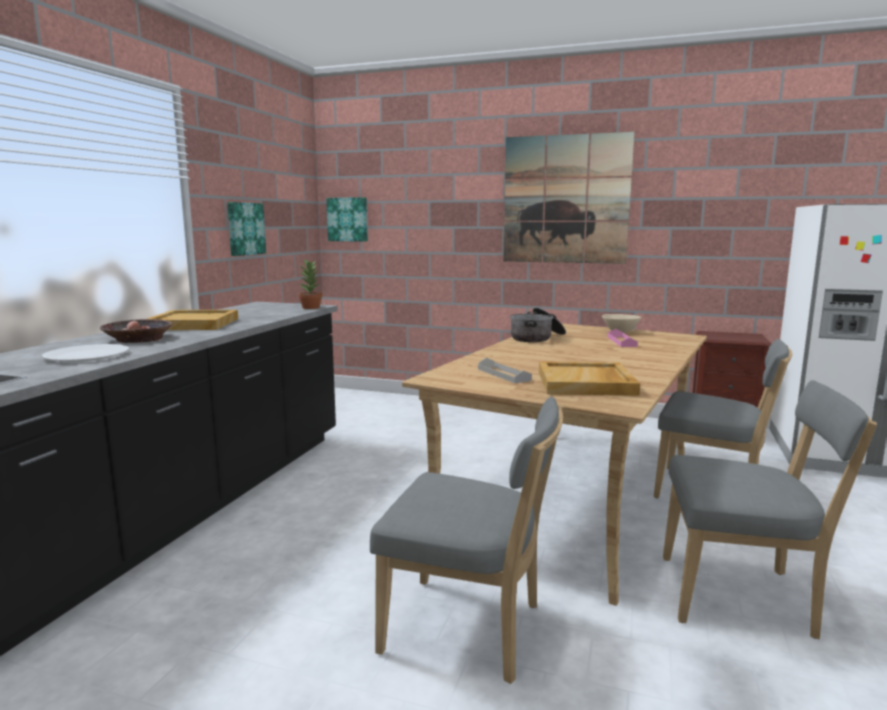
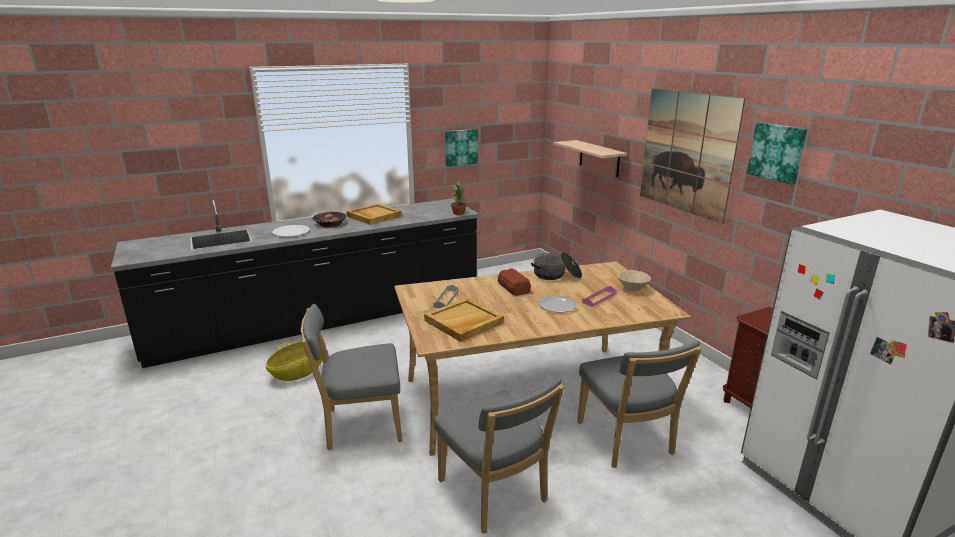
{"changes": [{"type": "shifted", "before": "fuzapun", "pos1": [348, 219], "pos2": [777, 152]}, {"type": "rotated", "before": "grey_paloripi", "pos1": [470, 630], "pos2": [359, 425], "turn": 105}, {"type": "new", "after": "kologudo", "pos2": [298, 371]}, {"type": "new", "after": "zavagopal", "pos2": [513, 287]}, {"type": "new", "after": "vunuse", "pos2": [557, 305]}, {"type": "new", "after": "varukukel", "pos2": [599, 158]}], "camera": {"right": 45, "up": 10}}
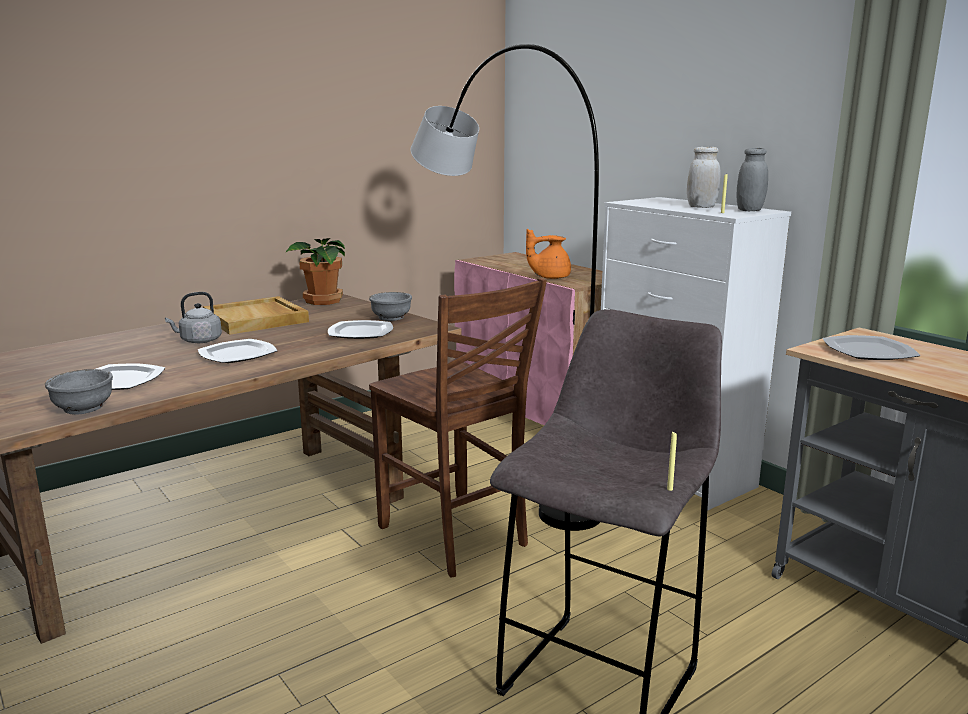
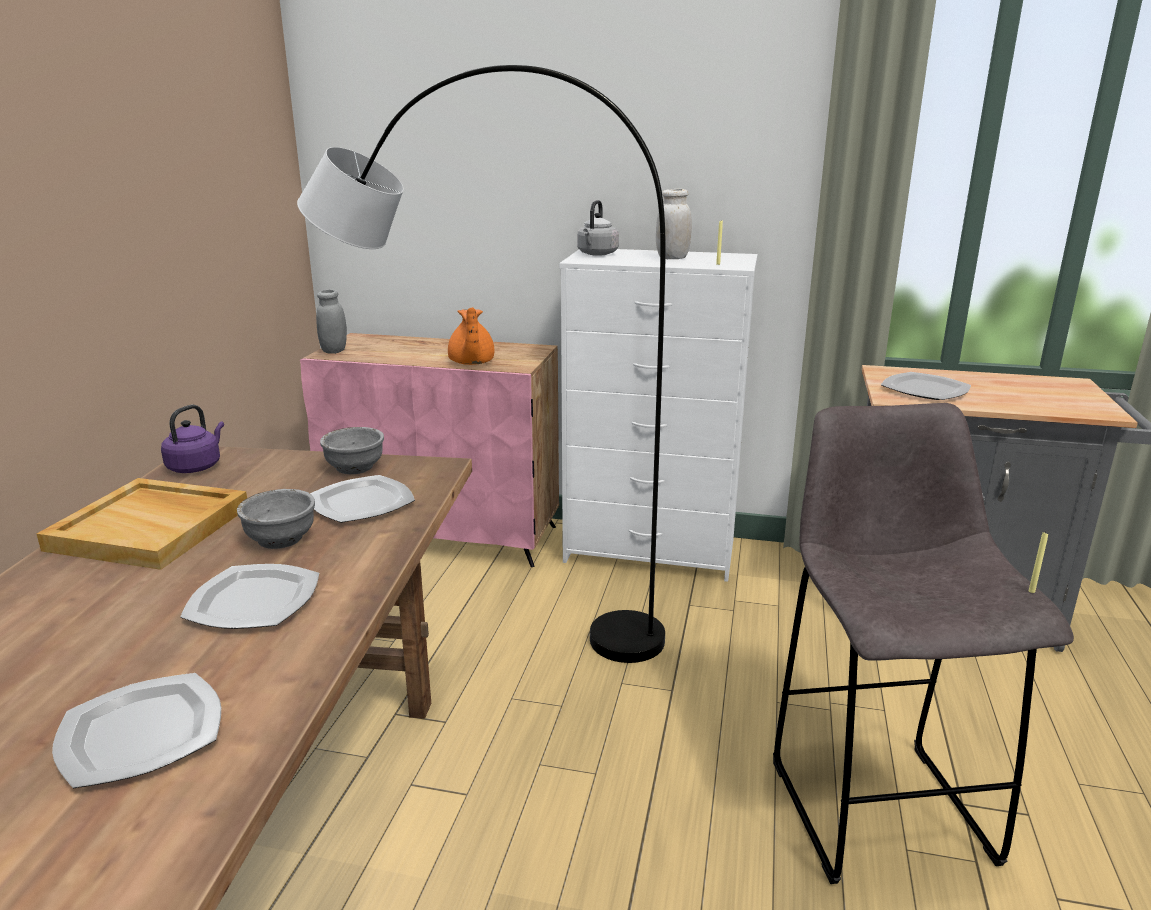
{"changes": [{"type": "shifted", "before": "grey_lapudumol", "pos1": [84, 408], "pos2": [281, 538]}, {"type": "shifted", "before": "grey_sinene", "pos1": [198, 341], "pos2": [596, 254]}, {"type": "swapped", "before": "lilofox", "after": "purple_sinene", "pos1": [322, 301], "pos2": [196, 466]}, {"type": "gone", "before": "brown_paloripi", "pos1": [455, 537]}, {"type": "rotated", "before": "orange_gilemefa", "pos1": [549, 277], "pos2": [471, 363], "turn": -45}, {"type": "shifted", "before": "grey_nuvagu", "pos1": [750, 210], "pos2": [334, 351]}], "camera": {"right": -40, "up": 5}}
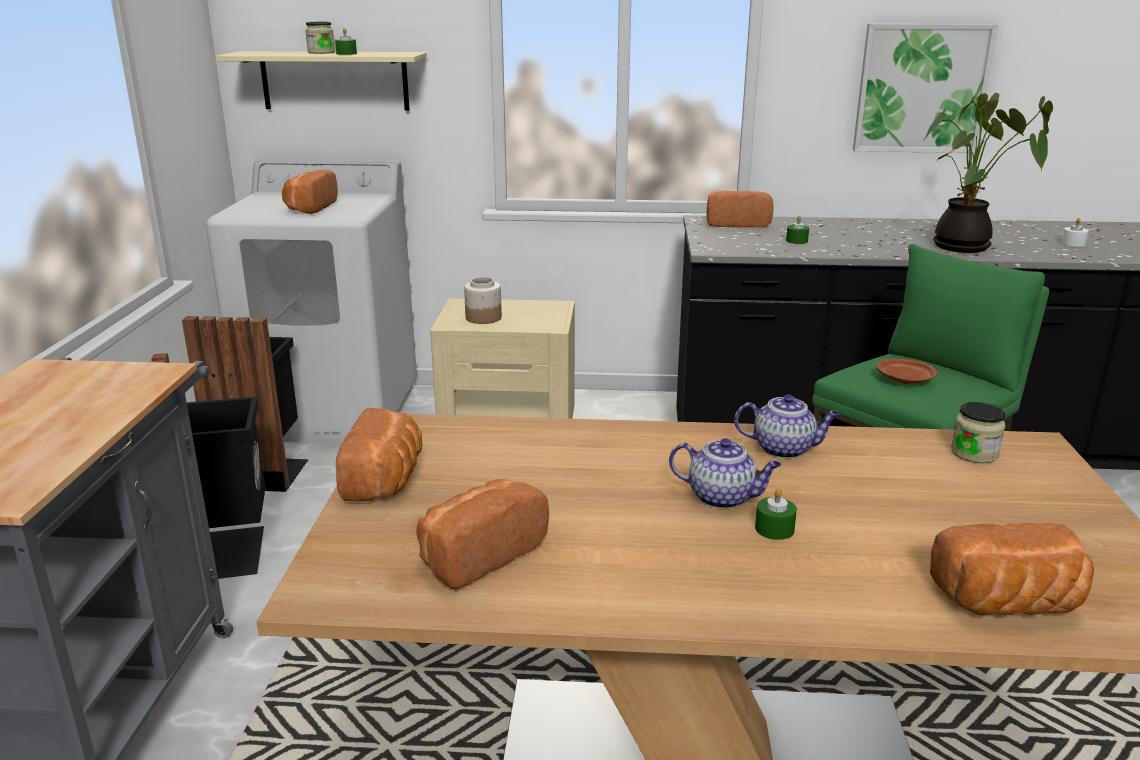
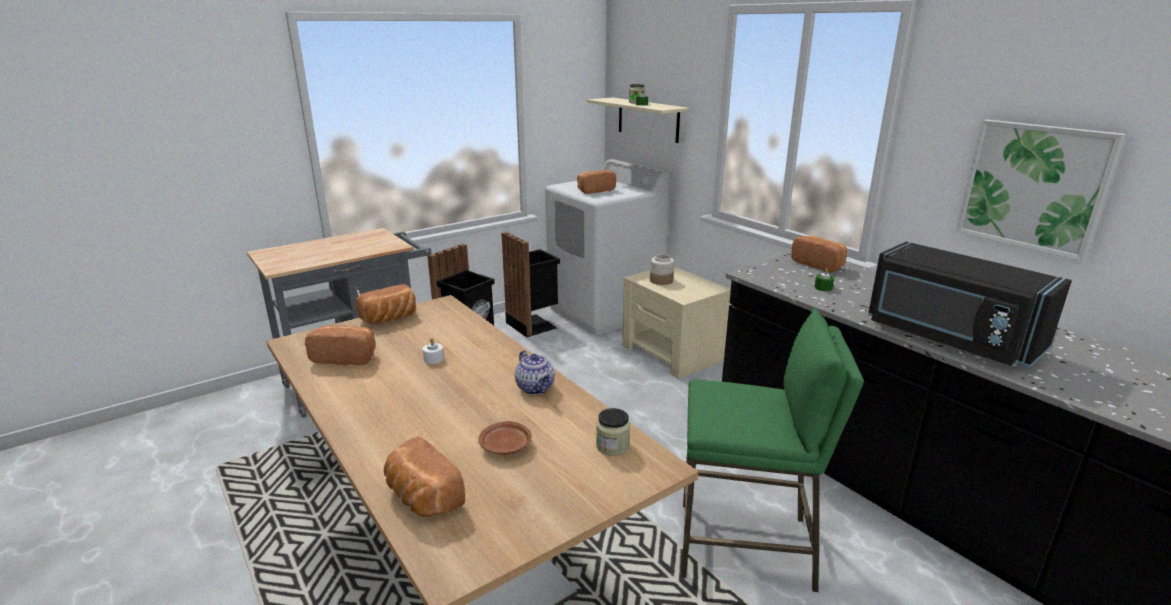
{"changes": [{"type": "gone", "before": "gilemefa", "pos1": [723, 497]}, {"type": "gone", "before": "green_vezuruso", "pos1": [774, 529]}, {"type": "shifted", "before": "brown_vunuse", "pos1": [905, 380], "pos2": [505, 446]}, {"type": "swapped", "before": "lilofox", "after": "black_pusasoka", "pos1": [966, 248], "pos2": [949, 338]}, {"type": "shifted", "before": "white_vezuruso", "pos1": [1073, 243], "pos2": [433, 359]}], "camera": {"right": 50, "up": 0}}
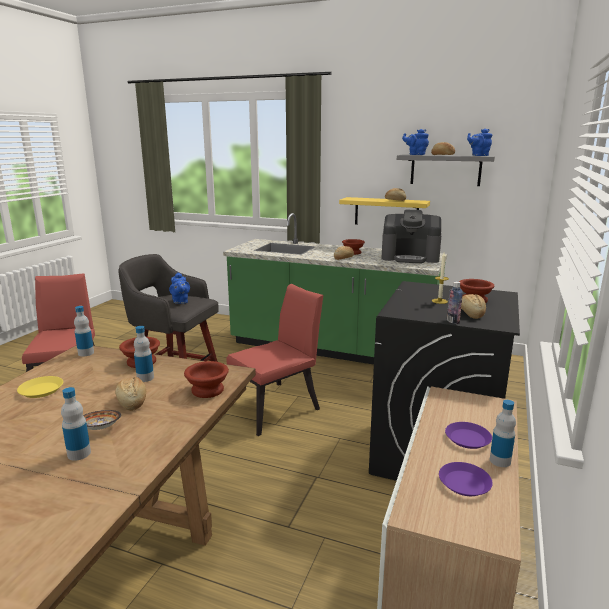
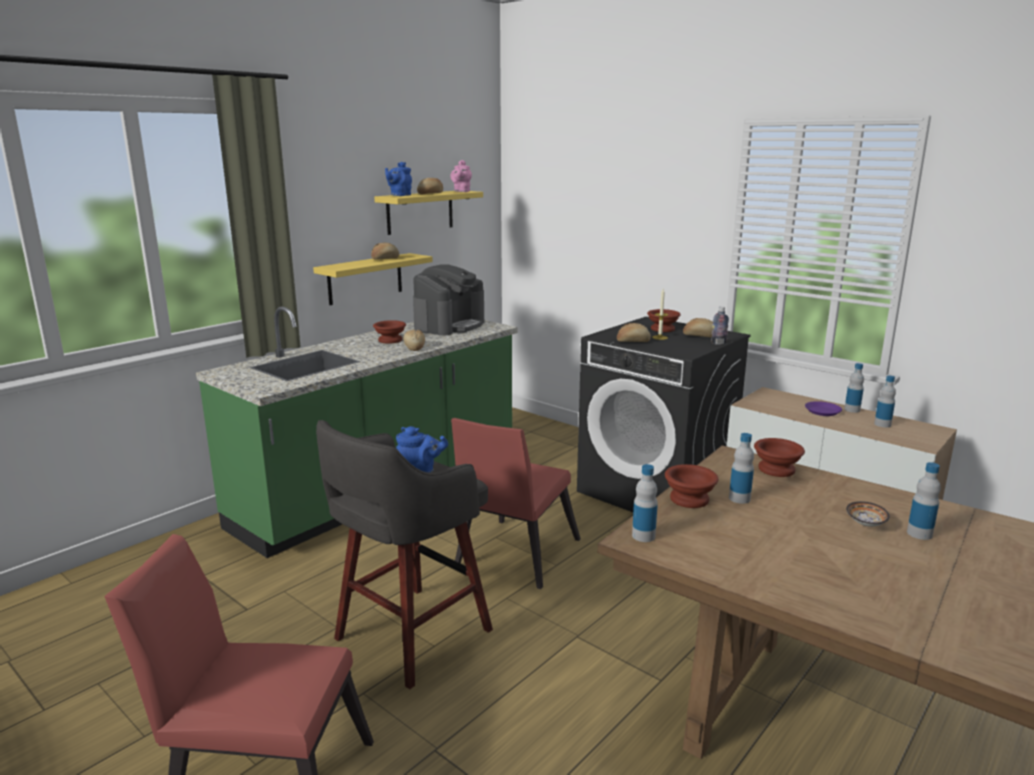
{"changes": [{"type": "gone", "before": "yellow_vunuse", "pos1": [41, 390]}, {"type": "shifted", "before": "zavagopal", "pos1": [132, 401], "pos2": [633, 341]}, {"type": "rotated", "before": "red_paloripi", "pos1": [276, 406], "pos2": [513, 557], "turn": -135}, {"type": "repainted", "before": "grey_varukukel", "after": "yellow_varukukel", "pos1": [445, 170], "pos2": [420, 212]}, {"type": "swapped", "before": "purple_vunuse", "after": "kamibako", "pos1": [464, 483], "pos2": [882, 424]}, {"type": "repainted", "before": "blue_gilemefa", "after": "pink_gilemefa", "pos1": [478, 155], "pos2": [461, 191]}], "camera": {"right": -70, "up": 0}}
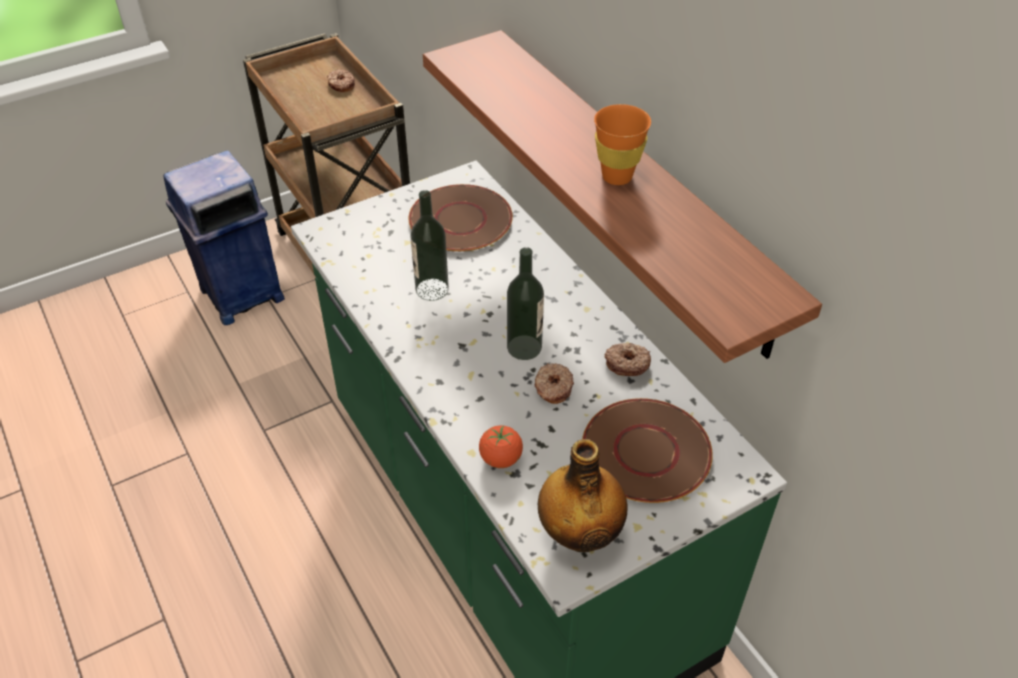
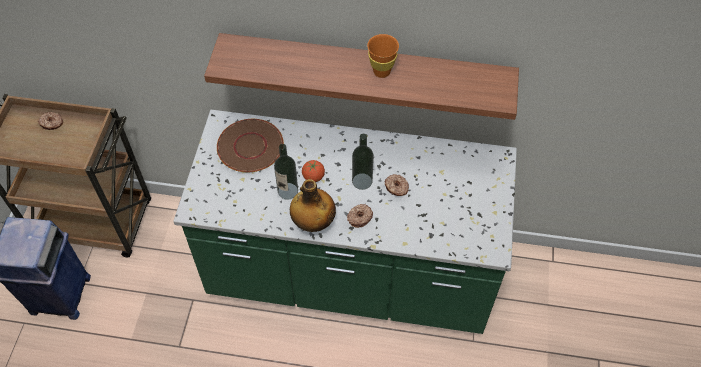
{"changes": [{"type": "shifted", "before": "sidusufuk", "pos1": [500, 459], "pos2": [313, 177]}, {"type": "shifted", "before": "kamibako", "pos1": [580, 533], "pos2": [313, 222]}, {"type": "gone", "before": "brown_vunuse", "pos1": [645, 452]}, {"type": "shifted", "before": "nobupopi", "pos1": [627, 363], "pos2": [359, 217]}], "camera": {"right": -50, "up": 10}}
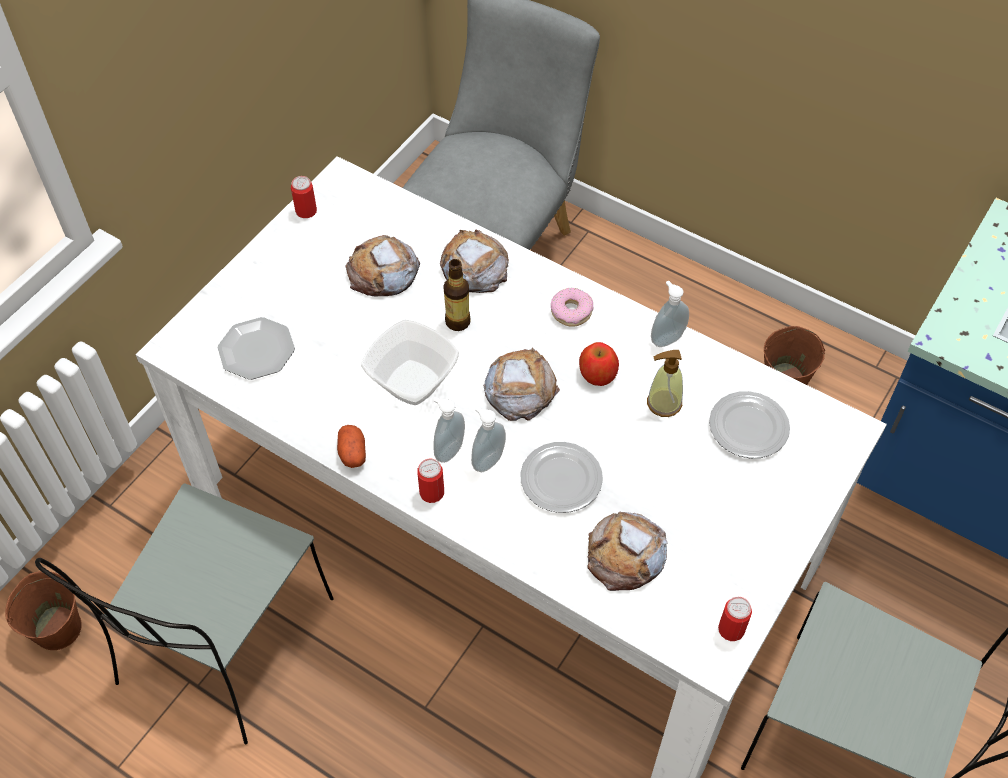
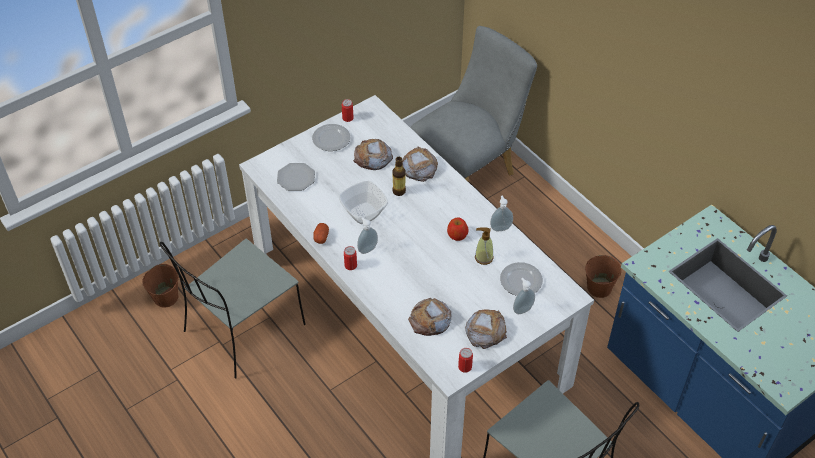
{"changes": [{"type": "shifted", "before": "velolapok", "pos1": [487, 460], "pos2": [522, 309]}, {"type": "shifted", "before": "zavagopal", "pos1": [520, 388], "pos2": [485, 330]}, {"type": "shifted", "before": "vunuse", "pos1": [562, 479], "pos2": [331, 139]}, {"type": "gone", "before": "nobupopi", "pos1": [571, 311]}], "camera": {"right": 20, "up": -5}}
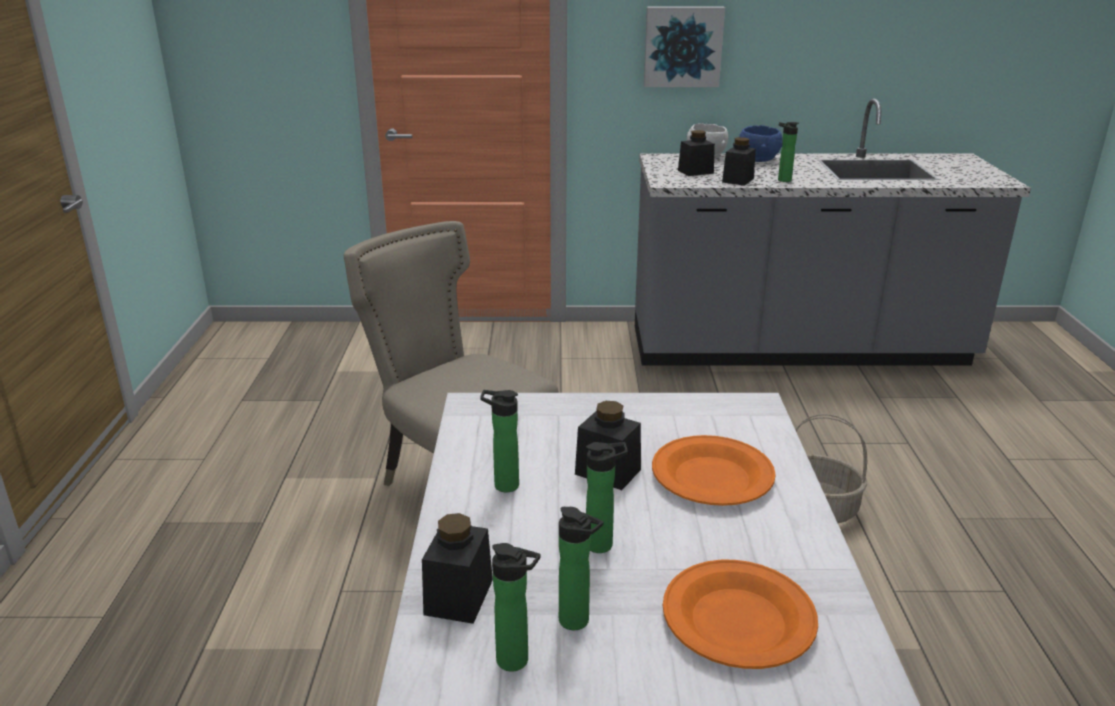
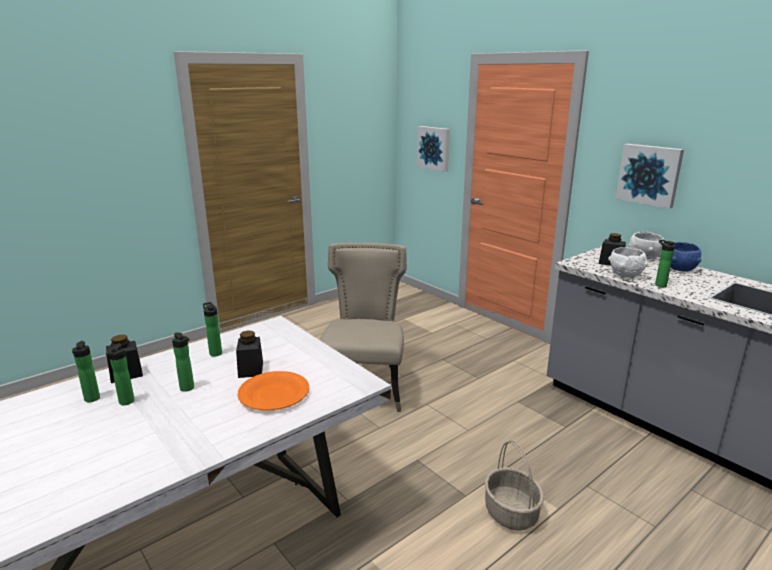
{"changes": [{"type": "gone", "before": "orange_vunuse", "pos1": [738, 619]}, {"type": "swapped", "before": "black_nuvagu", "after": "white_lapudumol", "pos1": [738, 180], "pos2": [625, 275]}, {"type": "new", "after": "fuzapun", "pos2": [434, 148]}], "camera": {"right": 50, "up": -5}}
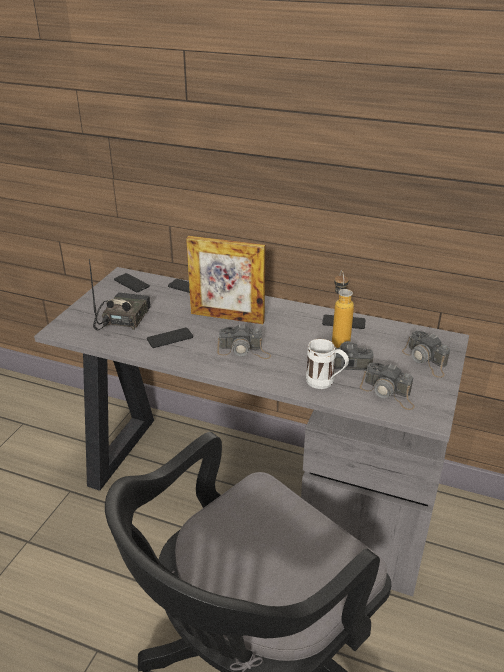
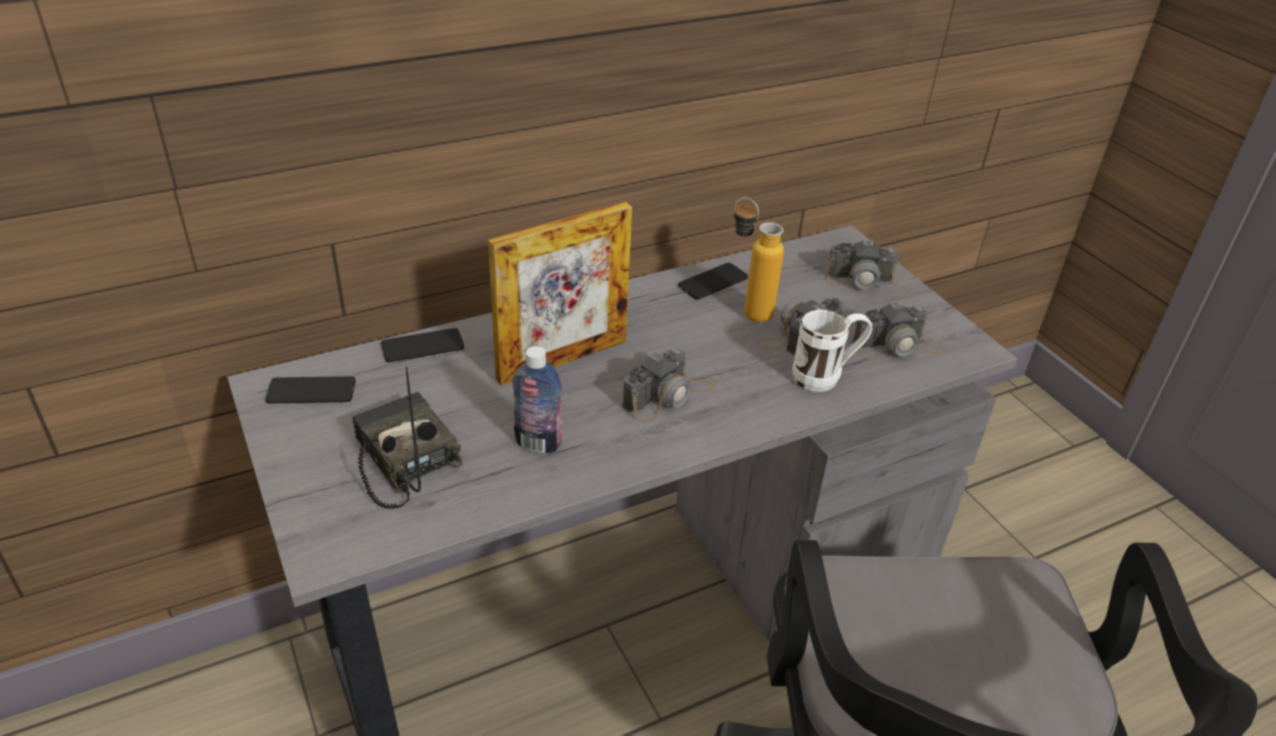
{"changes": [{"type": "swapped", "before": "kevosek", "after": "kamibako", "pos1": [170, 338], "pos2": [538, 443]}], "camera": {"right": -50, "up": 5}}
